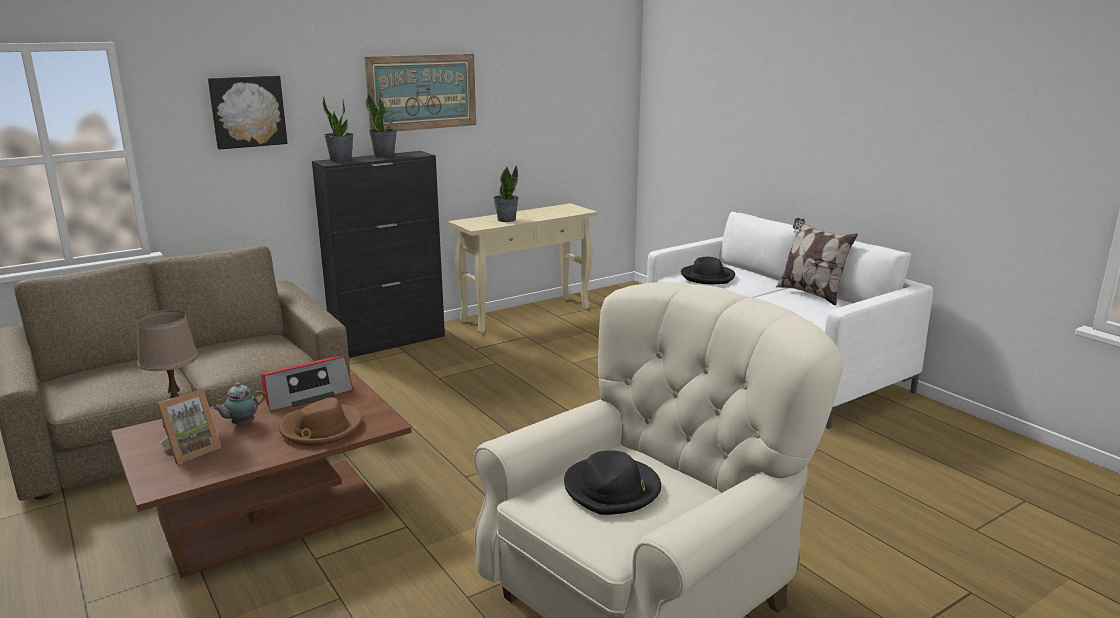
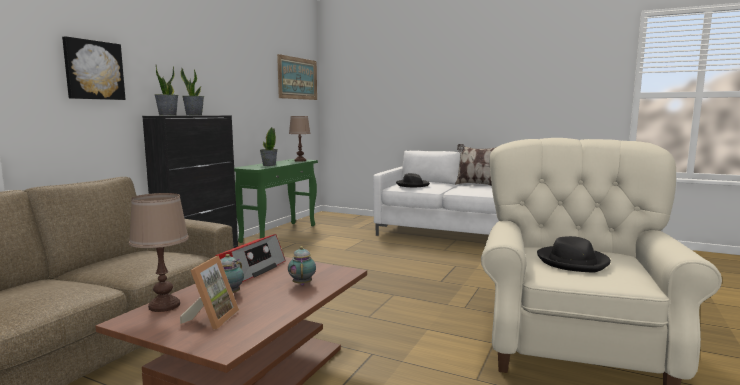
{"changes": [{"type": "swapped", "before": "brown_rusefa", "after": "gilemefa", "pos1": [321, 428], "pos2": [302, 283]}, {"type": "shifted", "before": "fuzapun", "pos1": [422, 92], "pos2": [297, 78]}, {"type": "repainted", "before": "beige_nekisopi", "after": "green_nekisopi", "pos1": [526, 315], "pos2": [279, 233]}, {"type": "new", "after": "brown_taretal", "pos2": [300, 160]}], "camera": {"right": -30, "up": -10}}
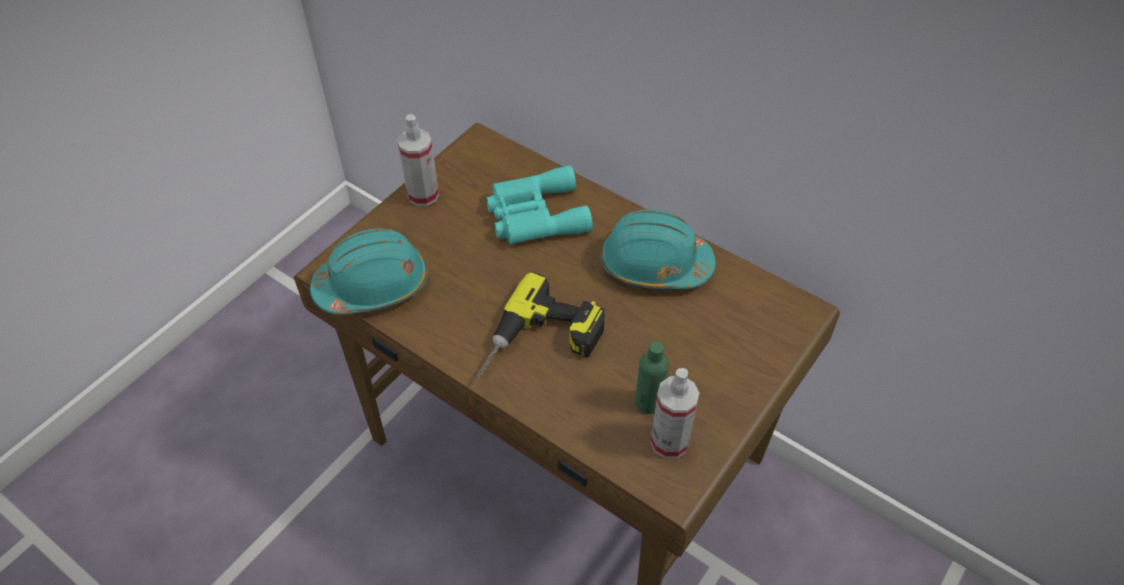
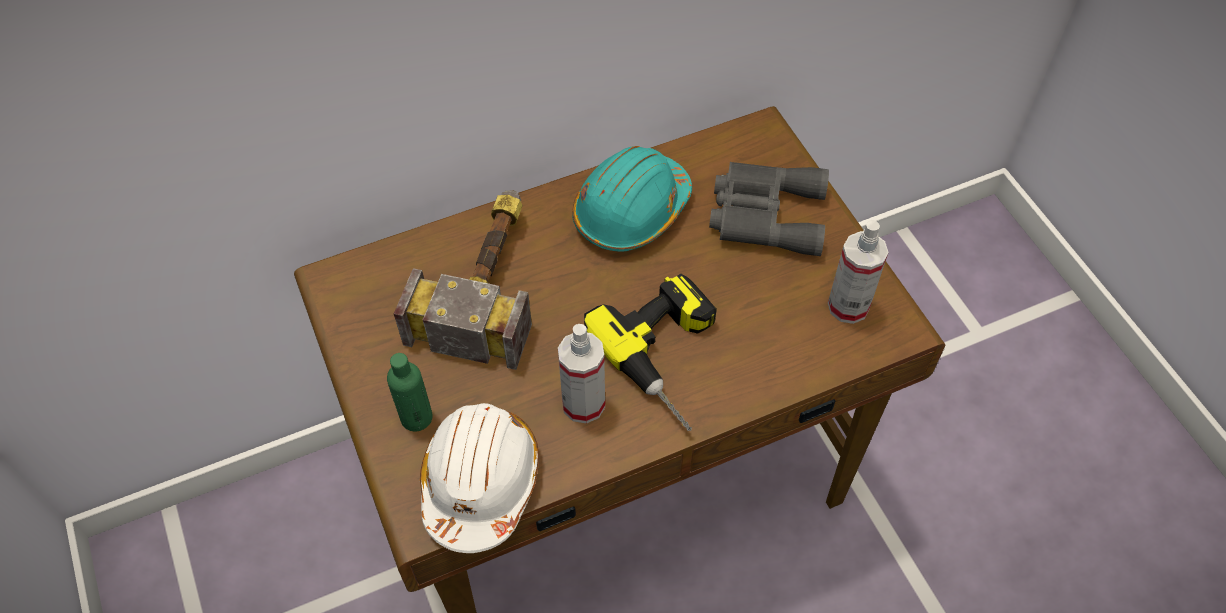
{"changes": [{"type": "repainted", "before": "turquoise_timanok", "after": "white_timanok", "pos1": [373, 285], "pos2": [480, 482]}, {"type": "shifted", "before": "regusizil", "pos1": [423, 195], "pos2": [583, 404]}, {"type": "swapped", "before": "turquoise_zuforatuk", "after": "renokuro", "pos1": [534, 215], "pos2": [488, 279]}, {"type": "shifted", "before": "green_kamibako", "pos1": [648, 402], "pos2": [416, 417]}, {"type": "new", "after": "grey_zuforatuk", "pos2": [764, 214]}], "camera": {"right": -60, "up": 5}}
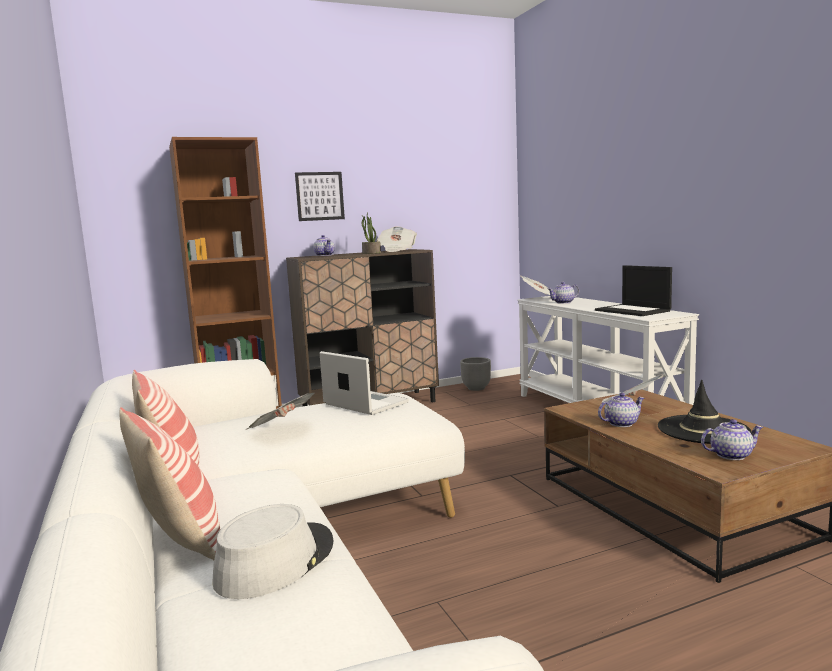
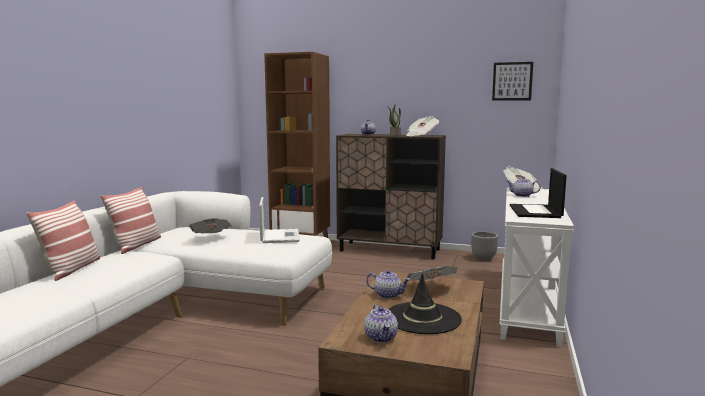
{"changes": [{"type": "gone", "before": "grey_rusefa", "pos1": [275, 561]}, {"type": "shifted", "before": "fuzapun", "pos1": [319, 196], "pos2": [512, 81]}, {"type": "rotated", "before": "gilemefa", "pos1": [731, 455], "pos2": [381, 337], "turn": 45}], "camera": {"right": 40, "up": 0}}
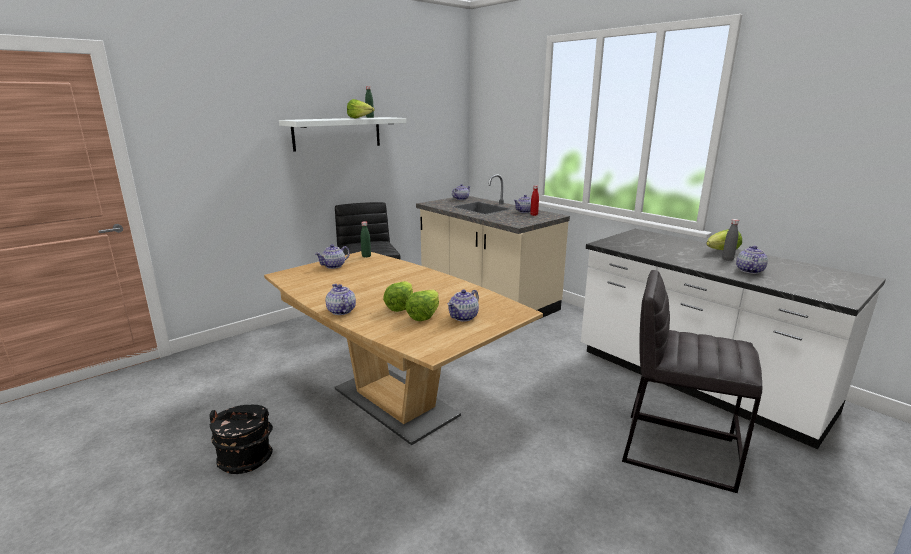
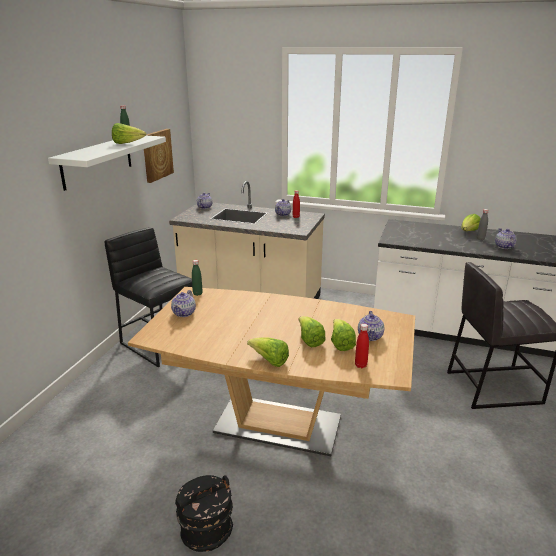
{"changes": [{"type": "swapped", "before": "gilemefa", "after": "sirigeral", "pos1": [341, 311], "pos2": [269, 361]}, {"type": "new", "after": "fuzapun", "pos2": [157, 155]}, {"type": "new", "after": "red_kamibako", "pos2": [360, 365]}], "camera": {"right": -30, "up": 5}}
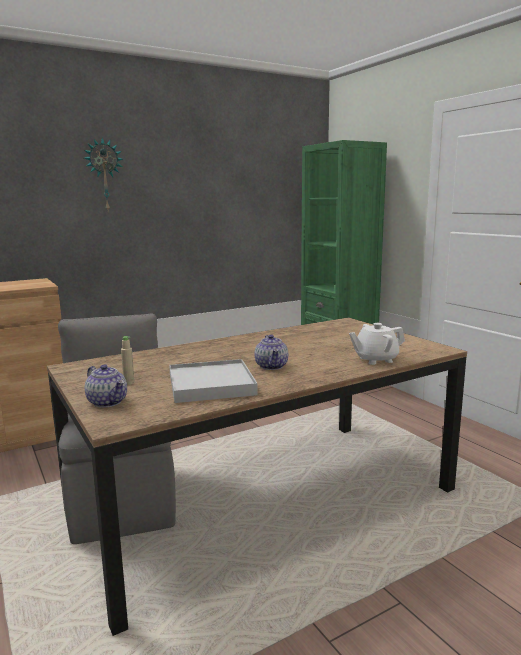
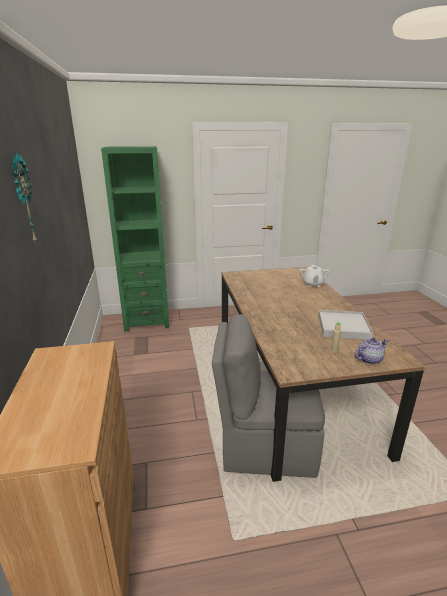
{"changes": [{"type": "gone", "before": "gilemefa", "pos1": [272, 366]}], "camera": {"right": -70, "up": 10}}
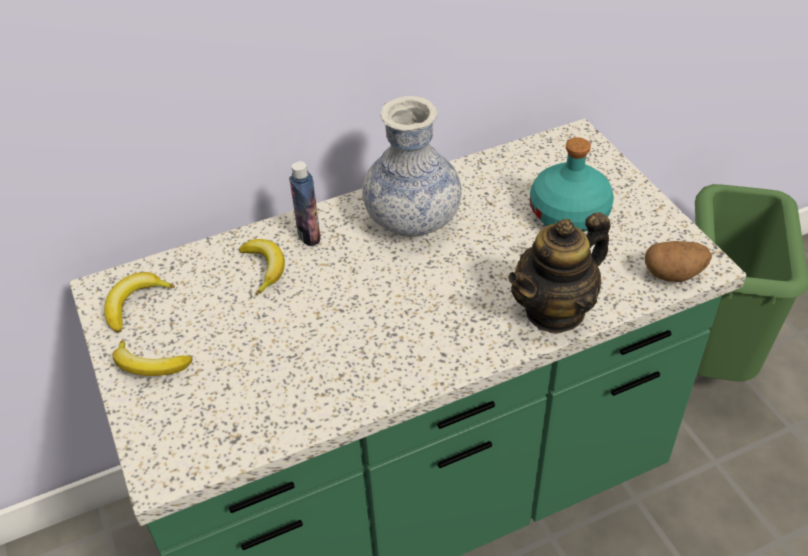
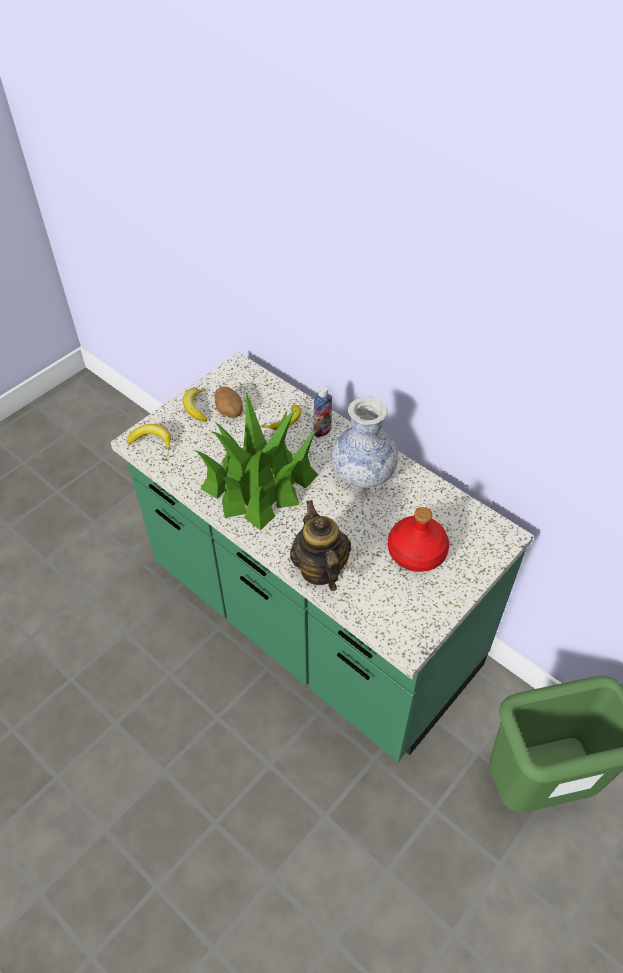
{"changes": [{"type": "shifted", "before": "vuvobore", "pos1": [135, 304], "pos2": [152, 440]}, {"type": "rotated", "before": "gilemefa", "pos1": [555, 310], "pos2": [320, 568], "turn": 45}, {"type": "repainted", "before": "turquoise_kamibako", "after": "red_kamibako", "pos1": [570, 213], "pos2": [417, 553]}, {"type": "shifted", "before": "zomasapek", "pos1": [673, 274], "pos2": [230, 411]}, {"type": "new", "after": "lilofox", "pos2": [259, 483]}], "camera": {"right": 65, "up": 5}}
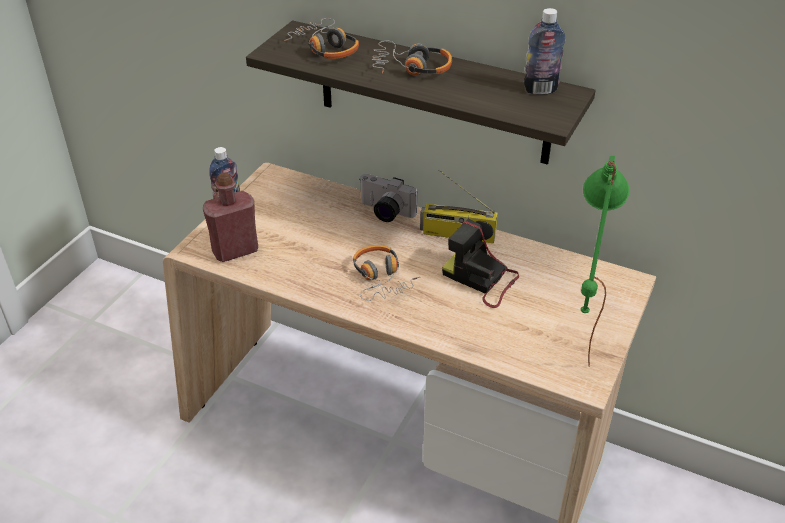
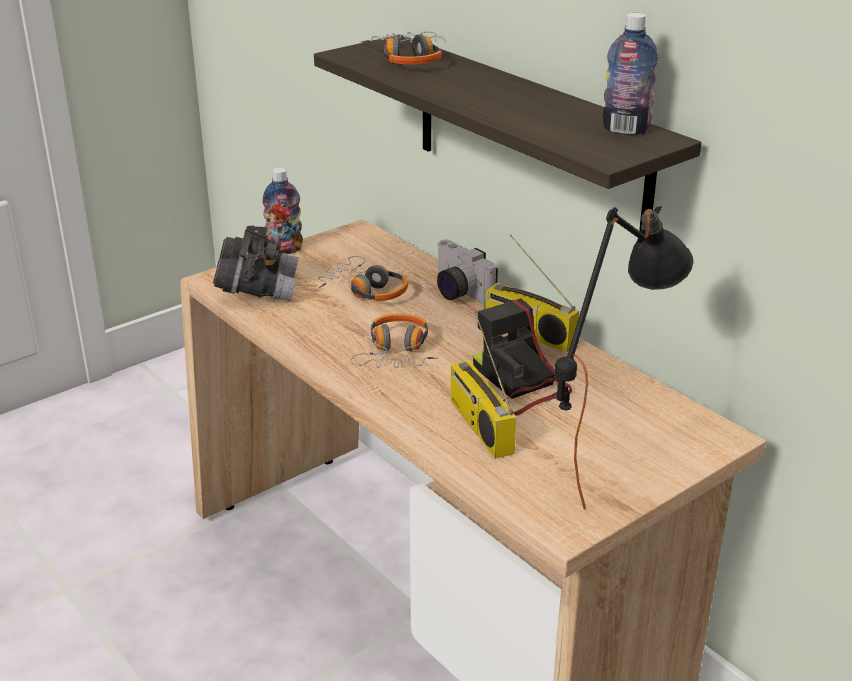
{"changes": [{"type": "swapped", "before": "red_kamibako", "after": "grey_zuforatuk", "pos1": [235, 251], "pos2": [257, 288]}, {"type": "shifted", "before": "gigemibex", "pos1": [411, 68], "pos2": [365, 290]}, {"type": "repainted", "before": "green_taretal", "after": "black_taretal", "pos1": [578, 330], "pos2": [602, 468]}, {"type": "new", "after": "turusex", "pos2": [478, 425]}], "camera": {"right": 25, "up": -10}}
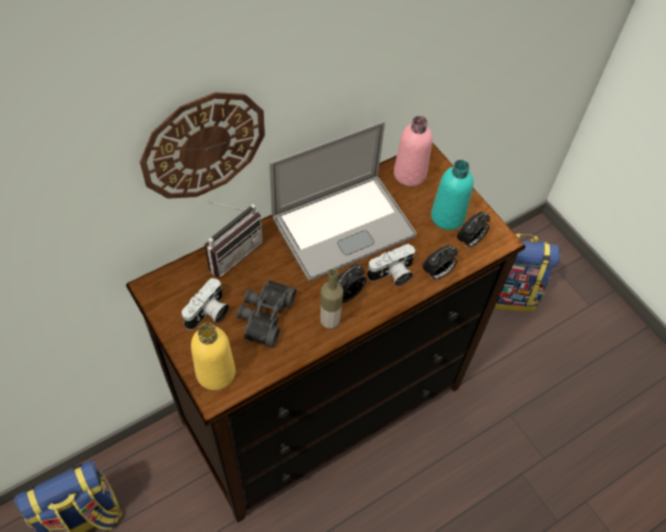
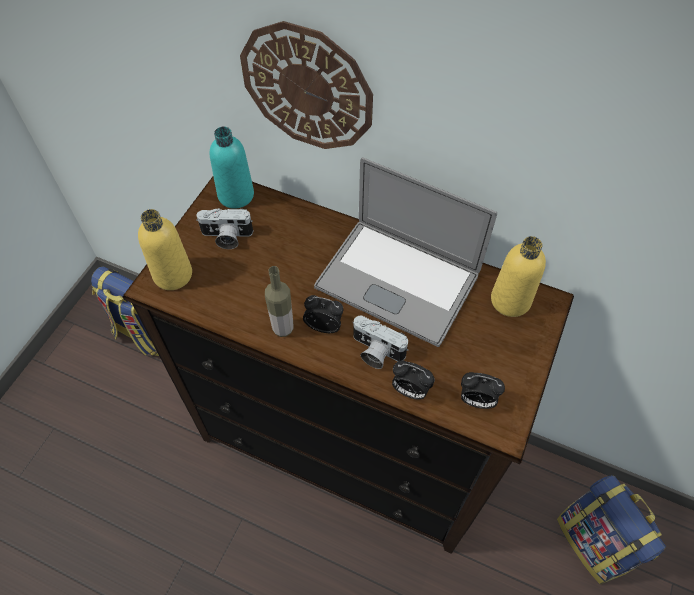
{"changes": [{"type": "gone", "before": "turusex", "pos1": [231, 251]}, {"type": "gone", "before": "black_zuforatuk", "pos1": [264, 316]}, {"type": "repainted", "before": "pink_kamibako", "after": "yellow_kamibako", "pos1": [409, 174], "pos2": [510, 300]}, {"type": "shifted", "before": "turquoise_kamibako", "pos1": [447, 216], "pos2": [236, 195]}], "camera": {"right": 60, "up": 0}}
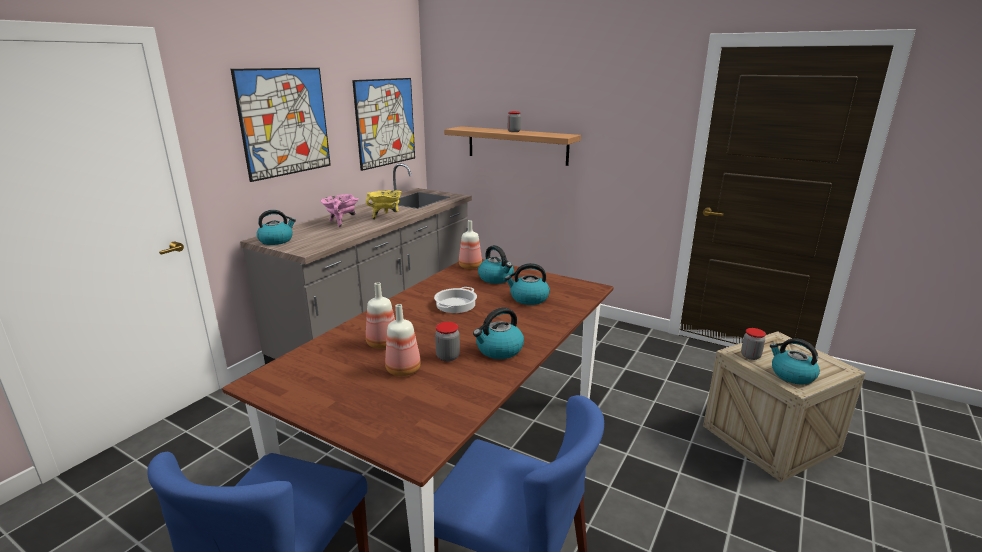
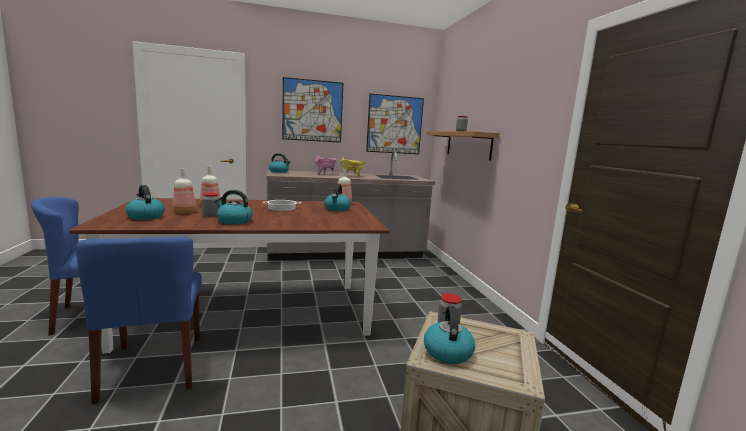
{"changes": [{"type": "shifted", "before": "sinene", "pos1": [528, 298], "pos2": [145, 216]}], "camera": {"right": 45, "up": -10}}
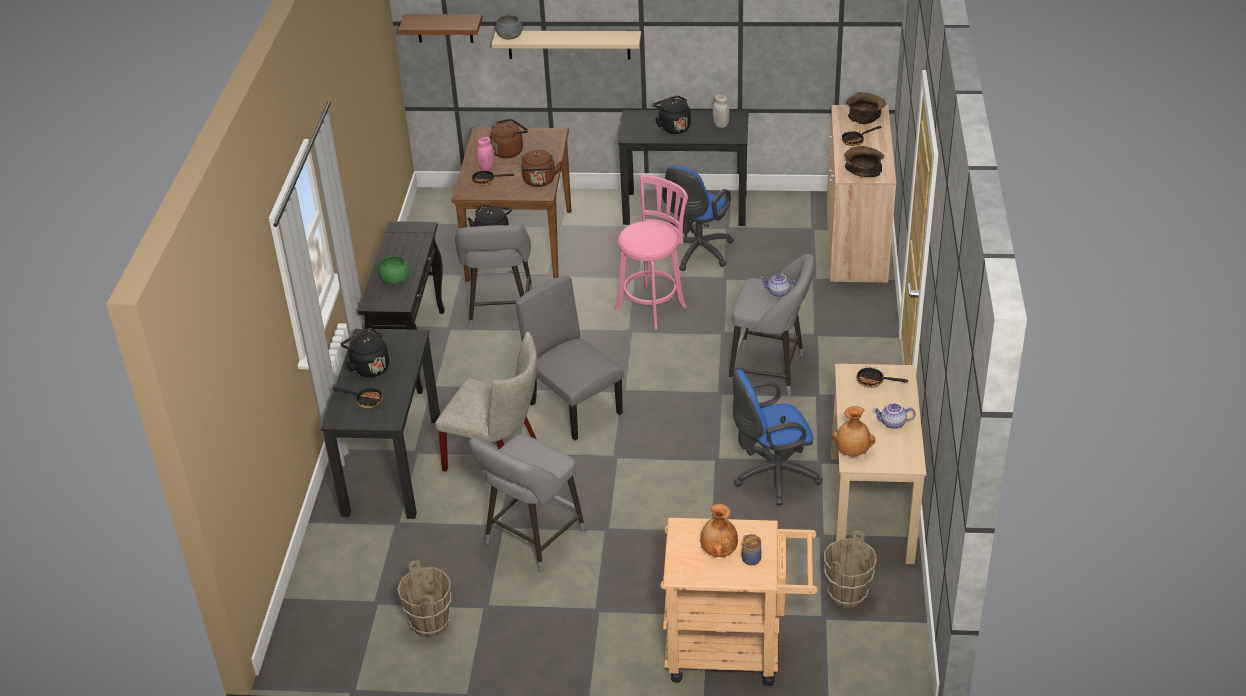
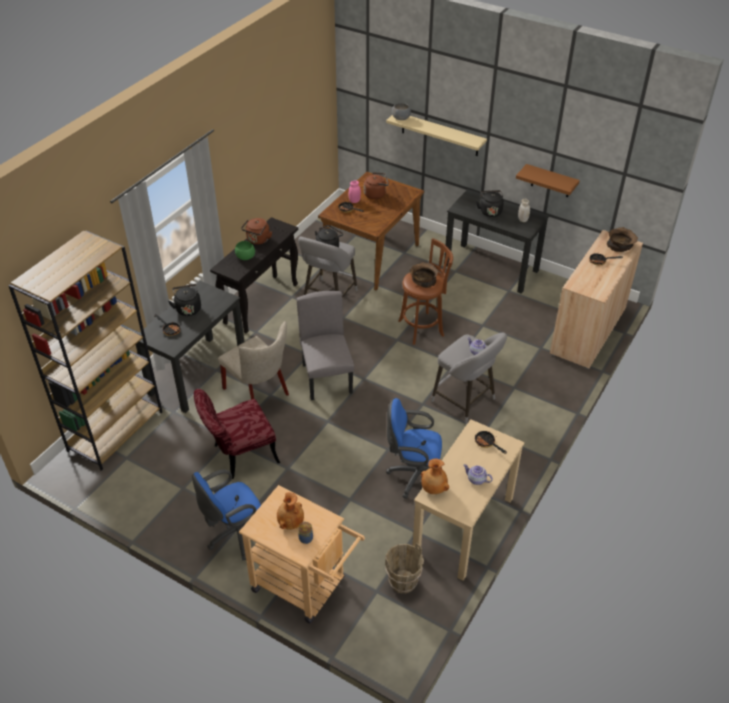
{"changes": [{"type": "gone", "before": "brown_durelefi", "pos1": [431, 623]}, {"type": "shifted", "before": "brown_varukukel", "pos1": [444, 28], "pos2": [551, 181]}, {"type": "swapped", "before": "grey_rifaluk", "after": "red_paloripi", "pos1": [531, 540], "pos2": [239, 456]}, {"type": "shifted", "before": "brown_sinene", "pos1": [539, 182], "pos2": [257, 240]}, {"type": "repainted", "before": "pink_rifaluk", "after": "brown_rifaluk", "pos1": [653, 306], "pos2": [423, 327]}, {"type": "shifted", "before": "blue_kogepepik", "pos1": [696, 254], "pos2": [235, 535]}, {"type": "shifted", "before": "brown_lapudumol", "pos1": [862, 170], "pos2": [423, 280]}, {"type": "new", "after": "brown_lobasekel", "pos2": [115, 430]}], "camera": {"right": 25, "up": 5}}
